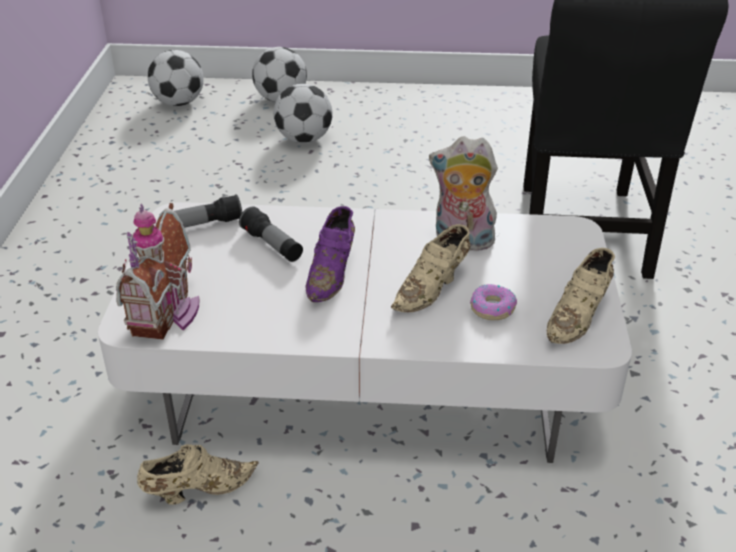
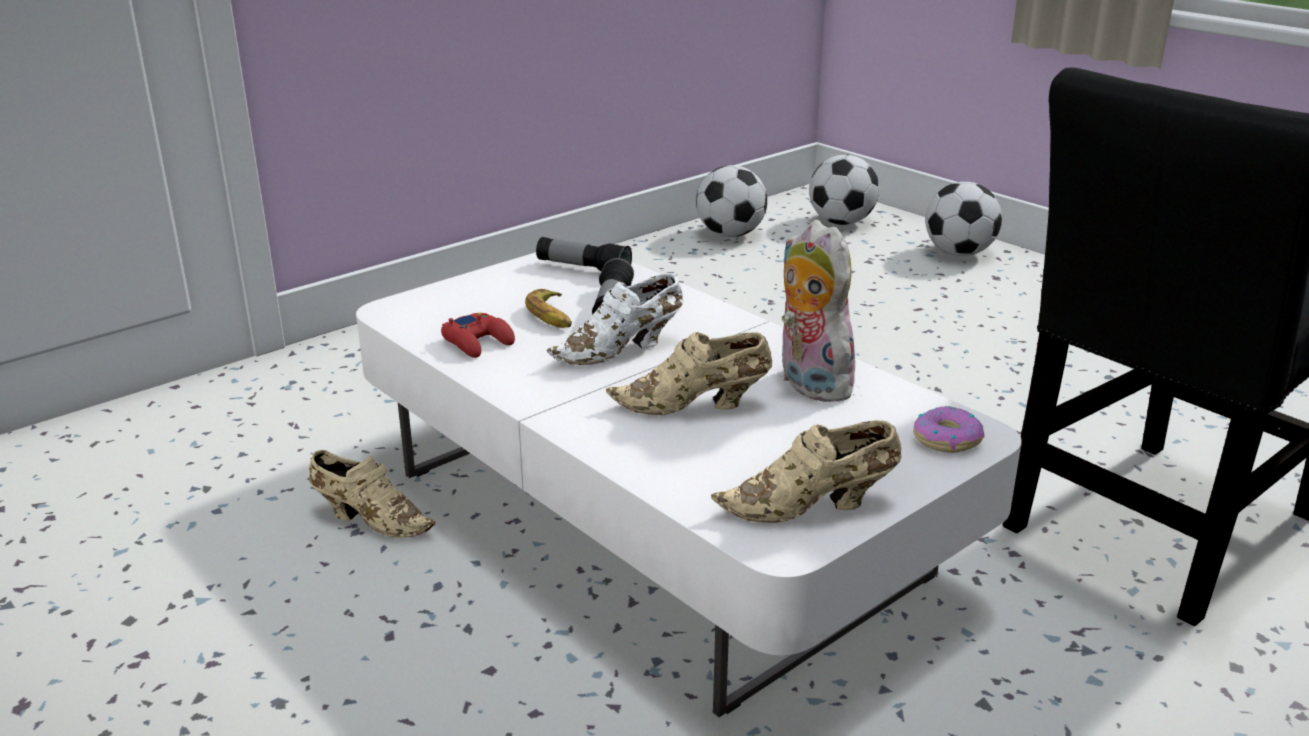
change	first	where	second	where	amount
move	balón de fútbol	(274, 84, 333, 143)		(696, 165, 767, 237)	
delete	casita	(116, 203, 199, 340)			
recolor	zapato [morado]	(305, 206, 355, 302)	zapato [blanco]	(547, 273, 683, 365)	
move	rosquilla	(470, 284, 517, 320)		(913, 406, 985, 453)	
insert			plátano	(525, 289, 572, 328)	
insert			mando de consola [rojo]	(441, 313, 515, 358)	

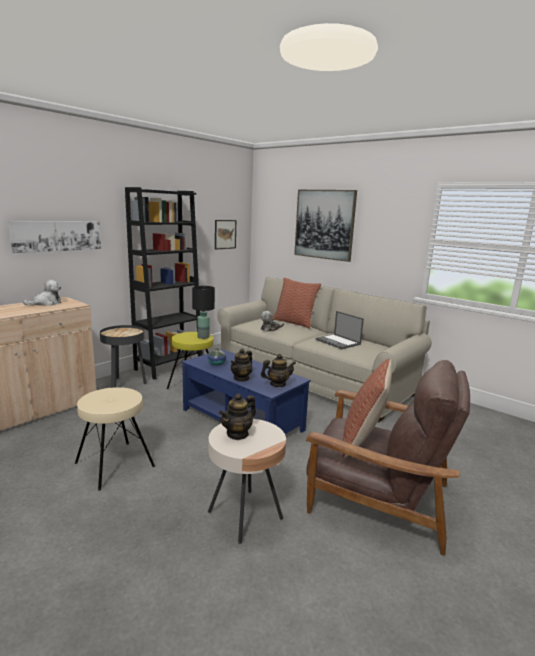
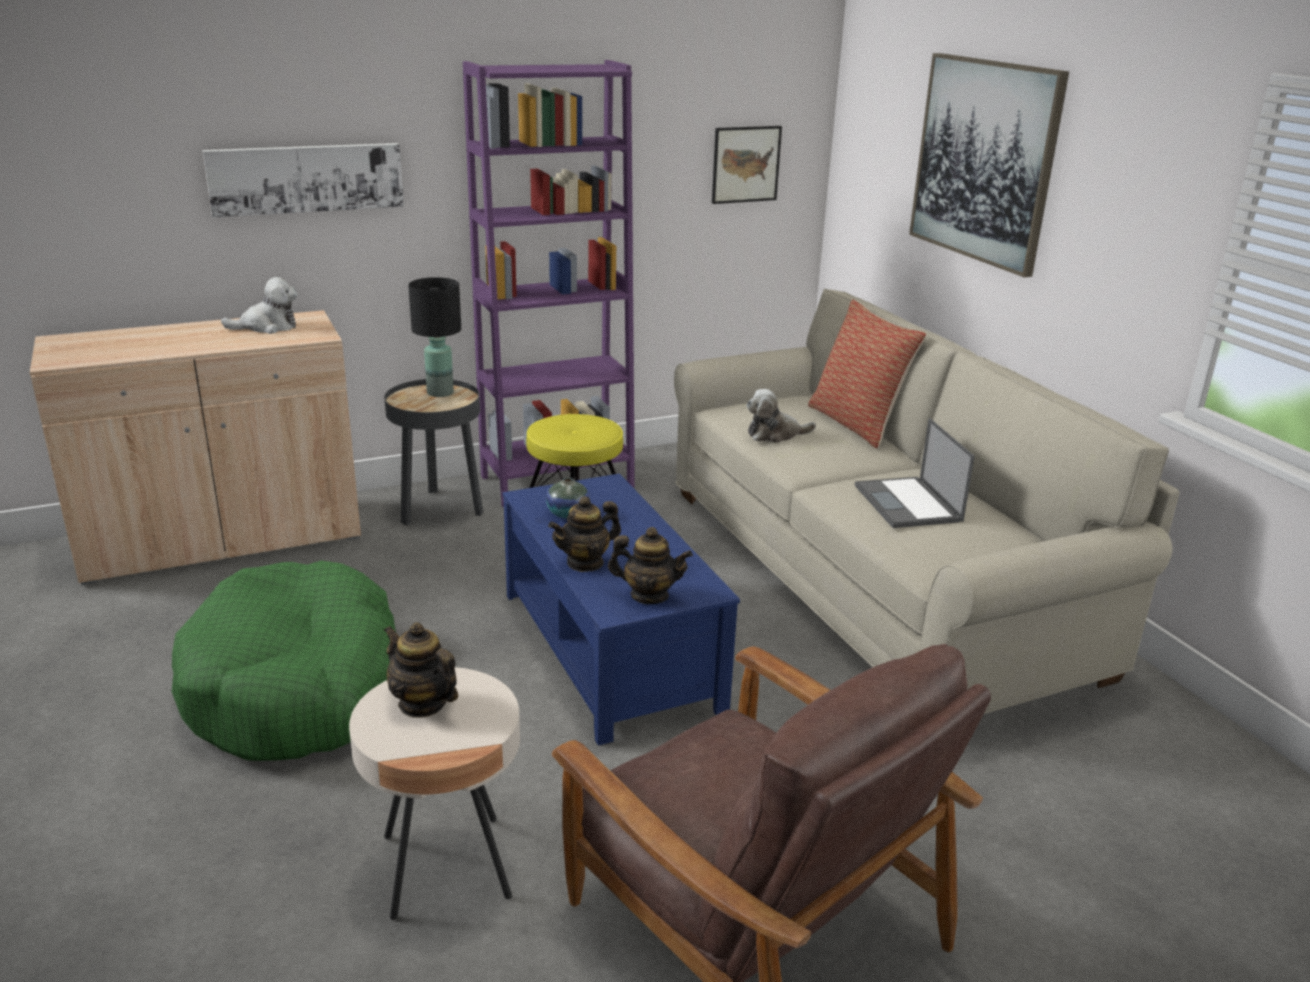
change	first	where	second	where	amount
recolor	estantería [negro]	(125, 187, 202, 380)	estantería [morado]	(463, 60, 635, 508)	
move	lámpara de mesa [negro]	(192, 286, 215, 339)		(408, 277, 461, 397)	
delete	cojín	(342, 358, 392, 458)			
replace	taburete [beis]	(75, 387, 155, 491)	cama para perro [verde]	(172, 561, 396, 761)	
rotate	tetera	(219, 393, 256, 440)		(384, 622, 458, 718)	60 degrees clockwise

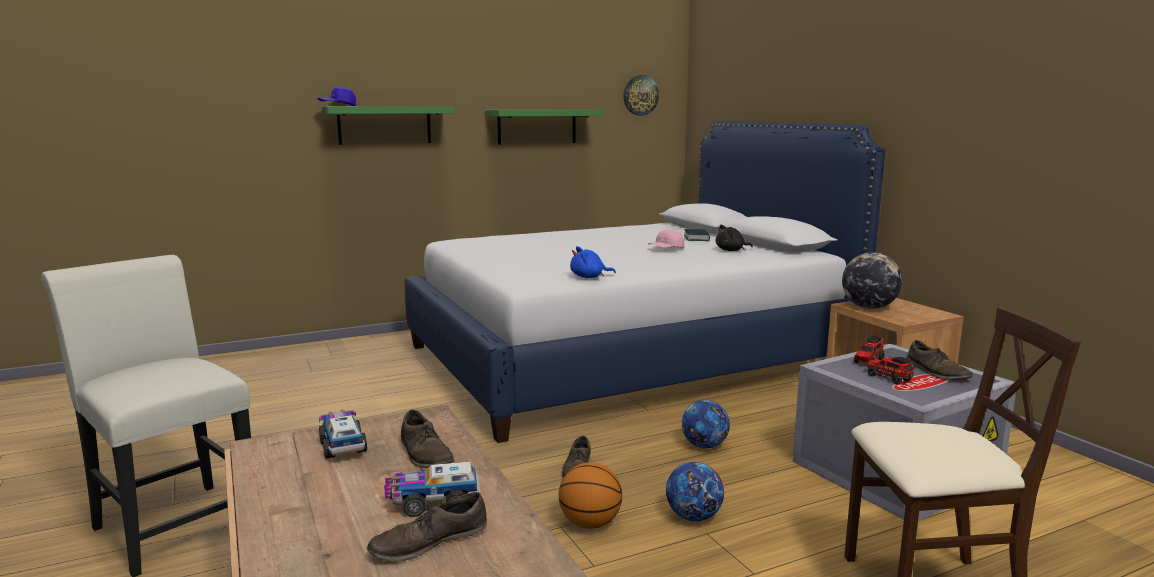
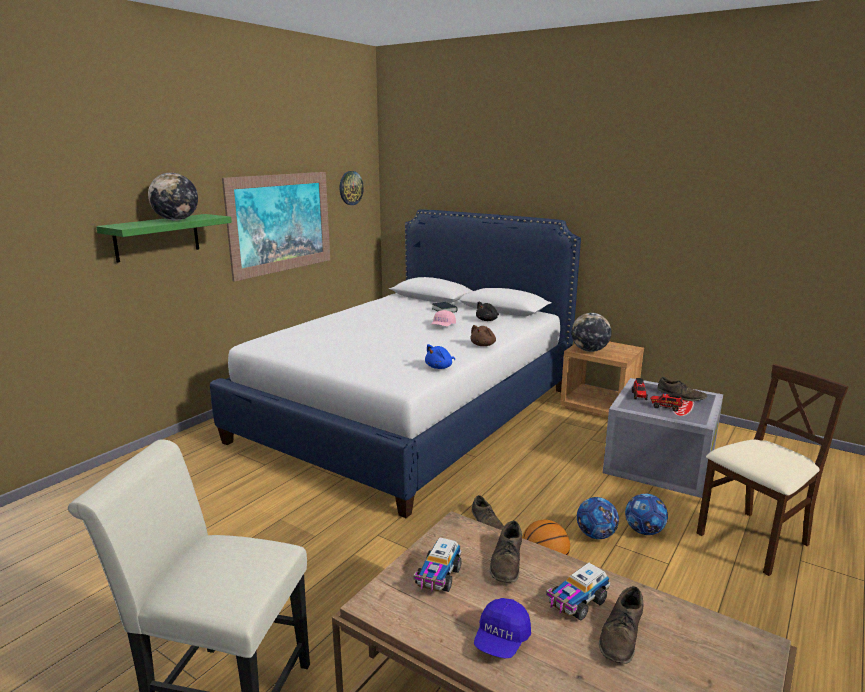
change	first	where	second	where	amount
move	gorra [azul]	(317, 87, 356, 106)		(474, 598, 531, 658)	
replace	estante [verde]	(485, 110, 604, 145)	cuadro	(222, 172, 330, 281)	
move	balón de fútbol	(682, 400, 730, 448)		(625, 493, 668, 535)	
rotate	zapato [marrón]	(401, 409, 454, 468)		(490, 521, 522, 583)	75 degrees clockwise
rotate	camión de juguete	(319, 410, 367, 459)		(414, 537, 462, 592)	105 degrees counterclockwise
insert			globo terráqueo	(148, 173, 198, 220)	
insert			peluche [marrón]	(470, 325, 496, 346)	

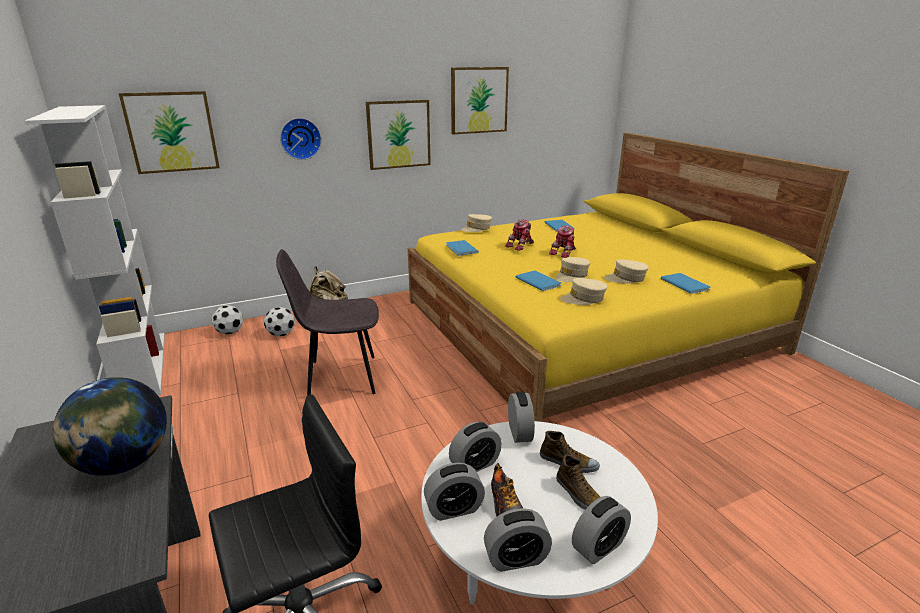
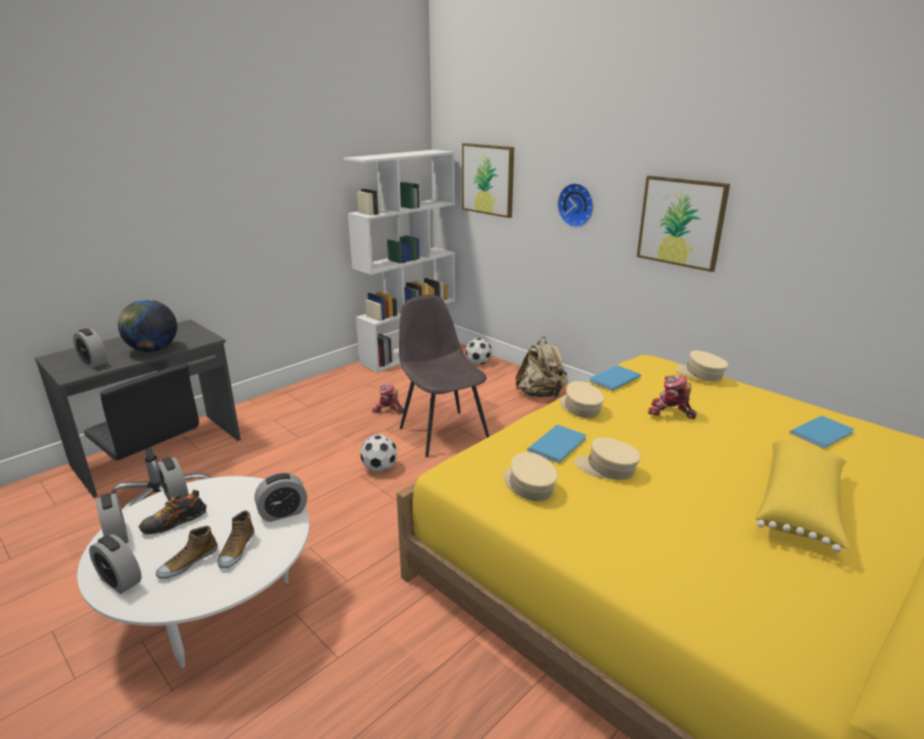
change	first	where	second	where	amount
delete	cuadro	(451, 67, 509, 134)			
move	robot de juguete	(549, 226, 576, 258)		(372, 385, 404, 414)	
move	gorra [beis]	(604, 259, 649, 284)		(560, 381, 604, 418)	
delete	libro [azul]	(661, 273, 710, 294)			
move	balón de fútbol	(264, 307, 295, 336)		(360, 435, 397, 472)	
move	despertador	(449, 422, 502, 472)		(73, 328, 107, 368)	
insert			cojín [amarillo]	(756, 440, 850, 552)	

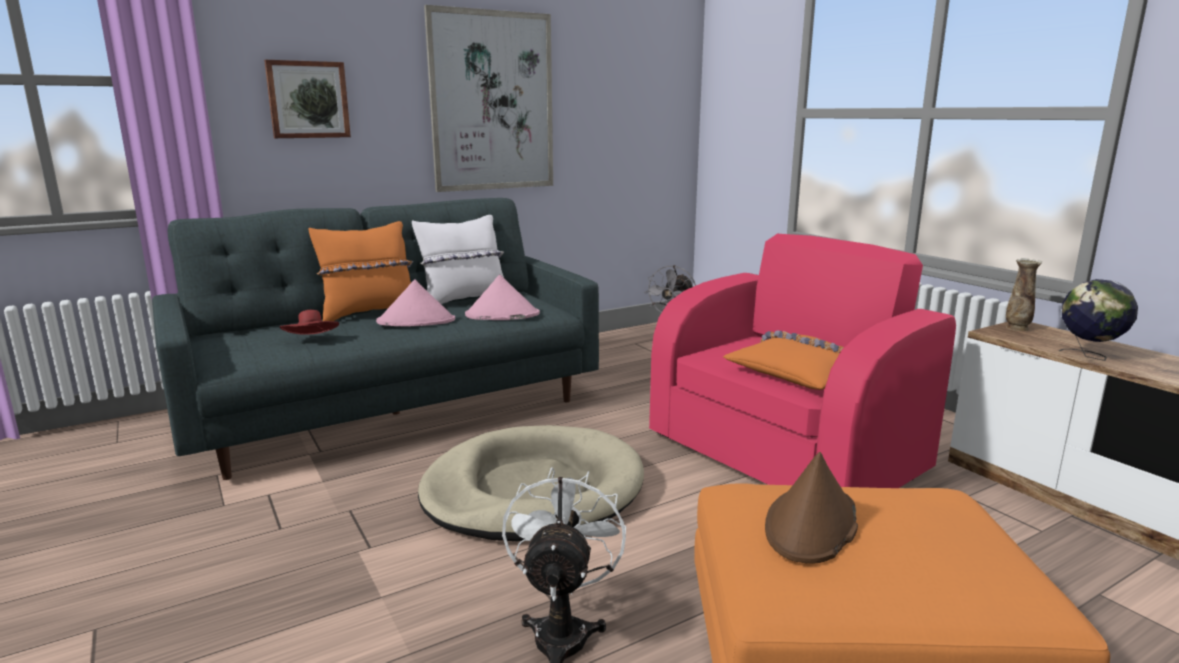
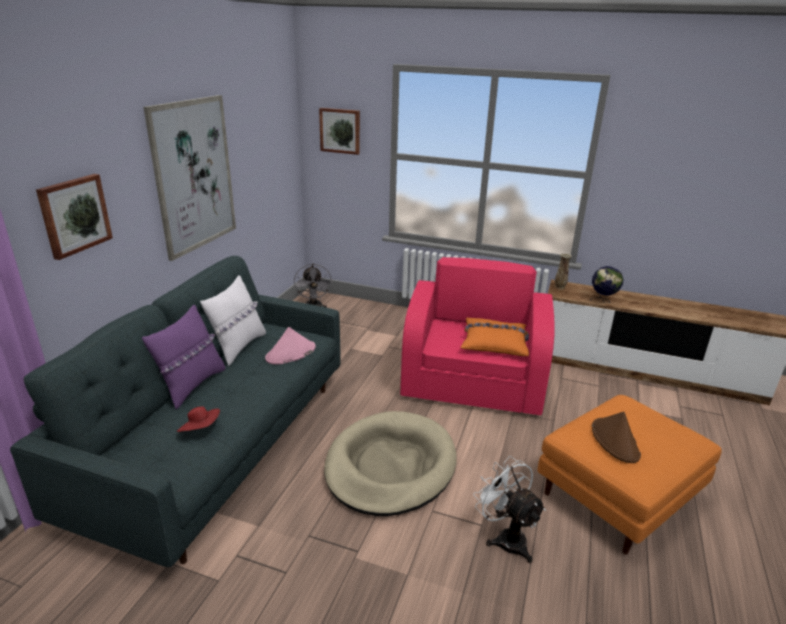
change	first	where	second	where	amount
recolor	cojín [naranja]	(308, 221, 413, 321)	cojín [morado]	(142, 305, 225, 409)	
delete	sombrero [rosa]	(376, 279, 455, 326)			
insert			cuadro	(319, 108, 360, 155)	

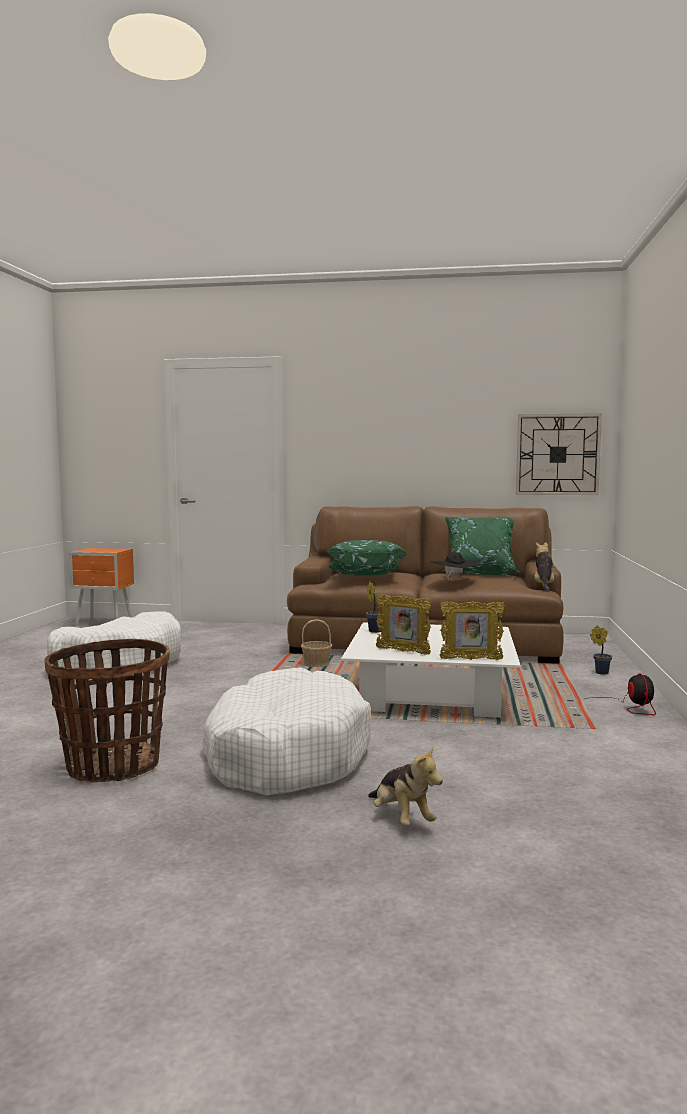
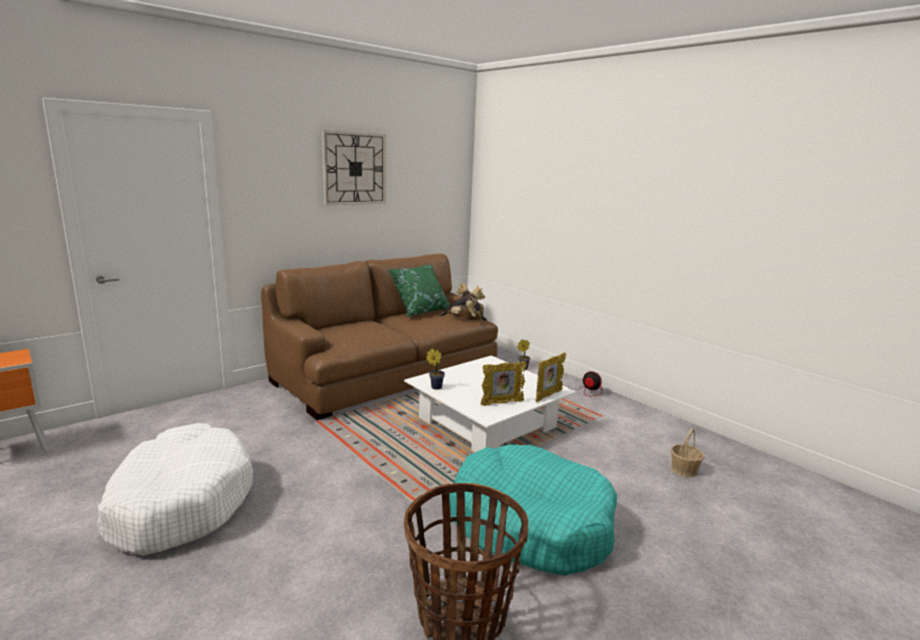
change	first	where	second	where	amount
move	reloj de pared	(516, 413, 602, 495)		(322, 130, 386, 205)	
delete	cojín [verde]	(327, 540, 408, 575)			
delete	sombrero [negro]	(430, 552, 479, 581)			
move	cesta	(301, 619, 332, 667)		(671, 428, 704, 477)	
recolor	cama para perro [blanco]	(202, 667, 371, 795)	cama para perro [turquesa]	(450, 444, 617, 576)	
move	peluche	(368, 747, 443, 826)		(440, 285, 485, 317)	

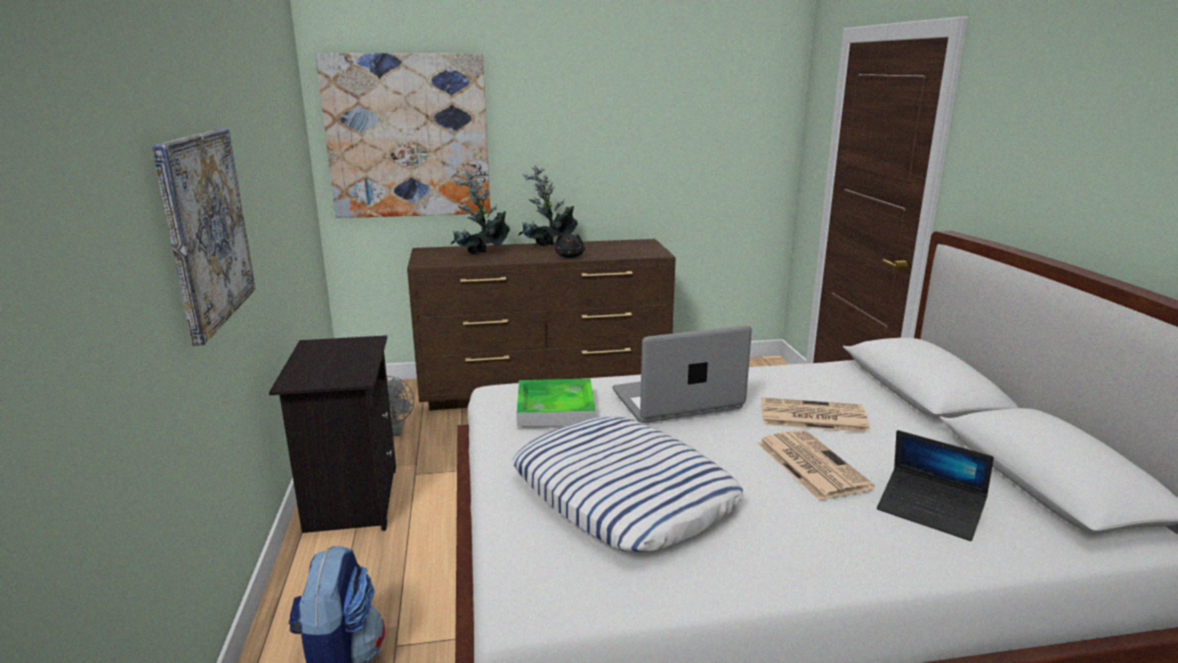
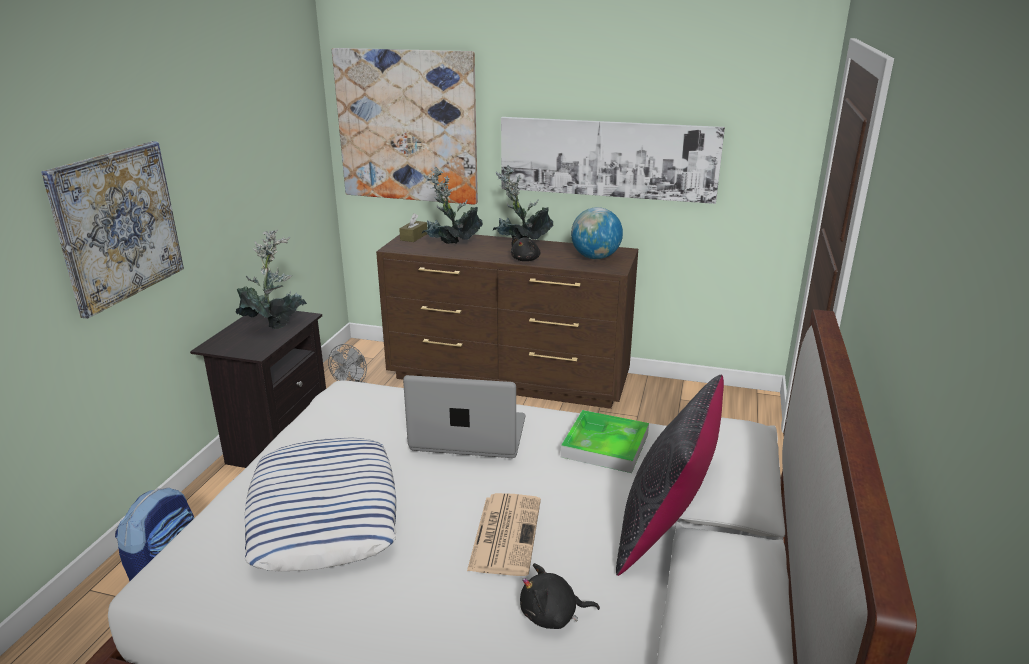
change	first	where	second	where	amount
move	bandeja	(517, 379, 595, 426)		(561, 410, 649, 473)	
delete	periódico	(761, 397, 870, 433)			
replace	portátil	(877, 430, 994, 541)	peluche [negro]	(520, 563, 600, 629)	
insert			cuadro	(501, 117, 725, 204)	
insert			globo terráqueo	(571, 207, 623, 259)	
insert			caja de pañuelos [marrón]	(399, 213, 427, 242)	
insert			planta en maceta	(236, 230, 307, 329)	
insert			cojín [negro]	(616, 375, 724, 576)	

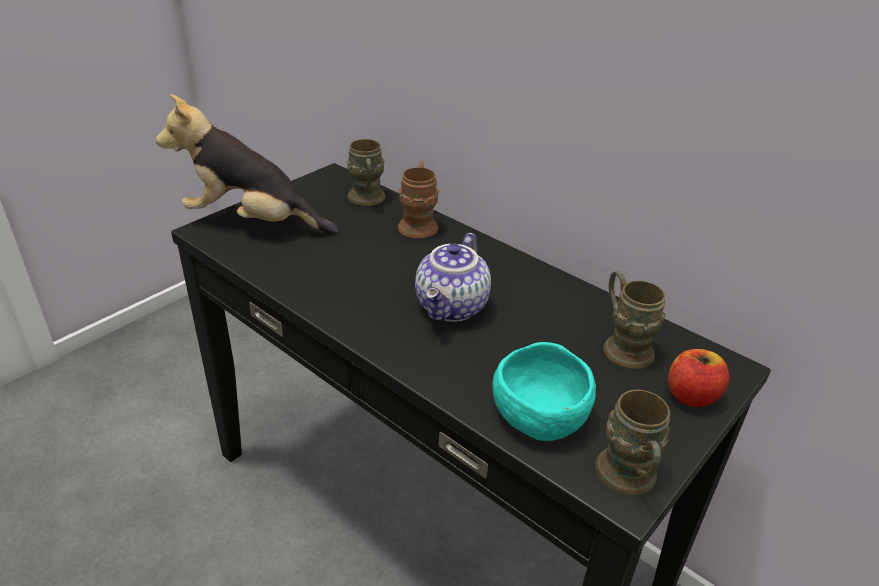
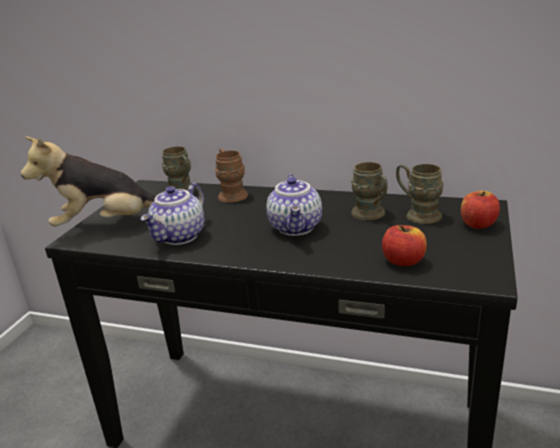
change	first	where	second	where	amount
replace	cuenco [turquesa]	(492, 342, 596, 441)	manzana	(382, 225, 427, 266)	
move	taza grande [marrón]	(595, 390, 670, 495)		(351, 162, 388, 220)	
insert			tetera	(141, 183, 204, 245)	

